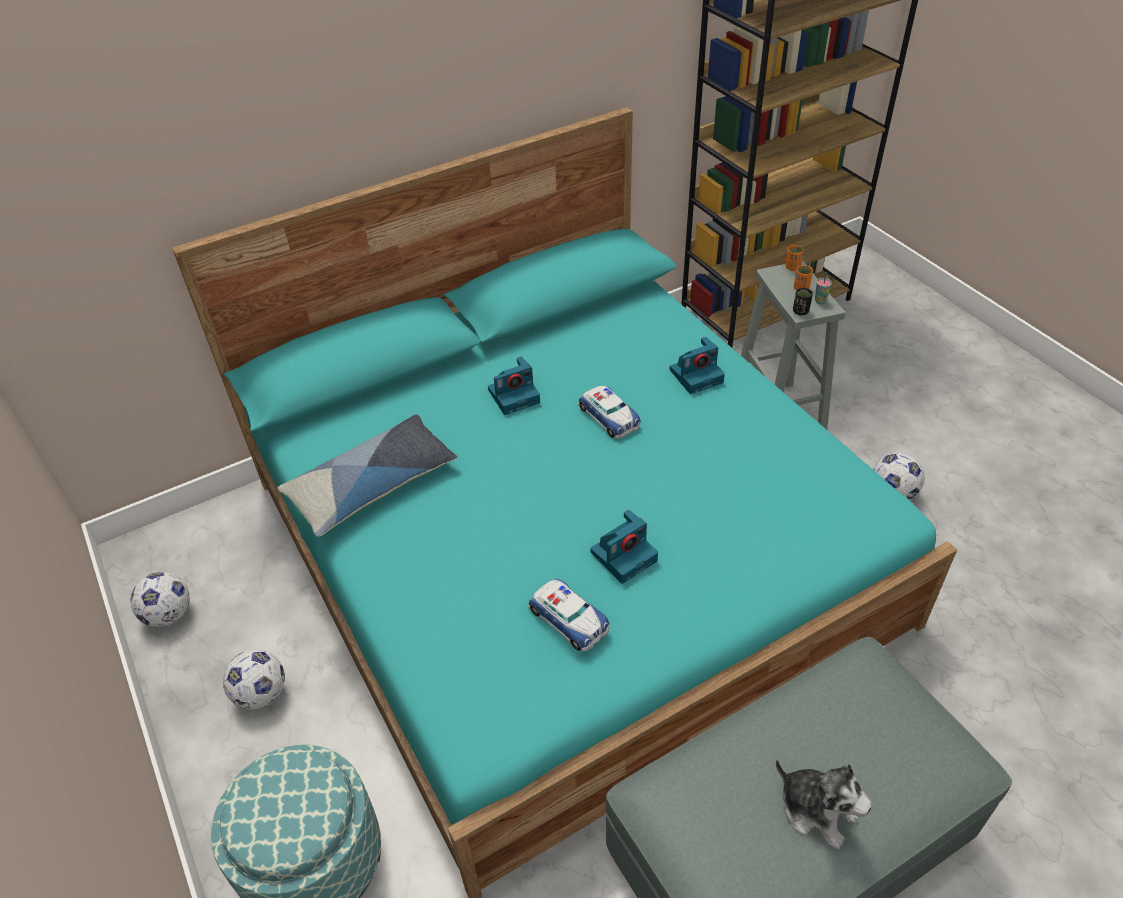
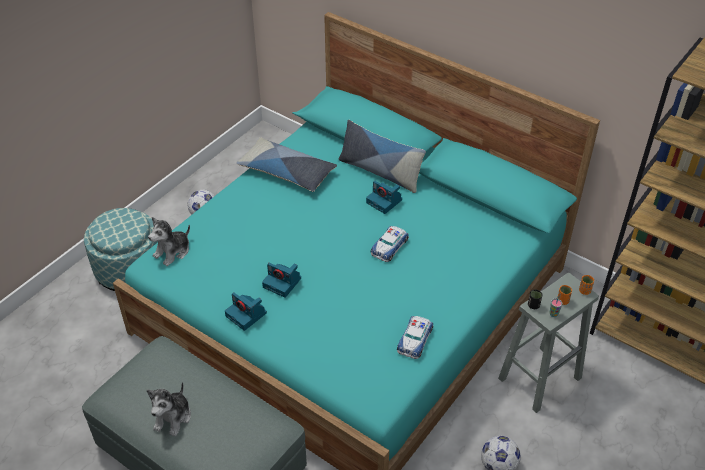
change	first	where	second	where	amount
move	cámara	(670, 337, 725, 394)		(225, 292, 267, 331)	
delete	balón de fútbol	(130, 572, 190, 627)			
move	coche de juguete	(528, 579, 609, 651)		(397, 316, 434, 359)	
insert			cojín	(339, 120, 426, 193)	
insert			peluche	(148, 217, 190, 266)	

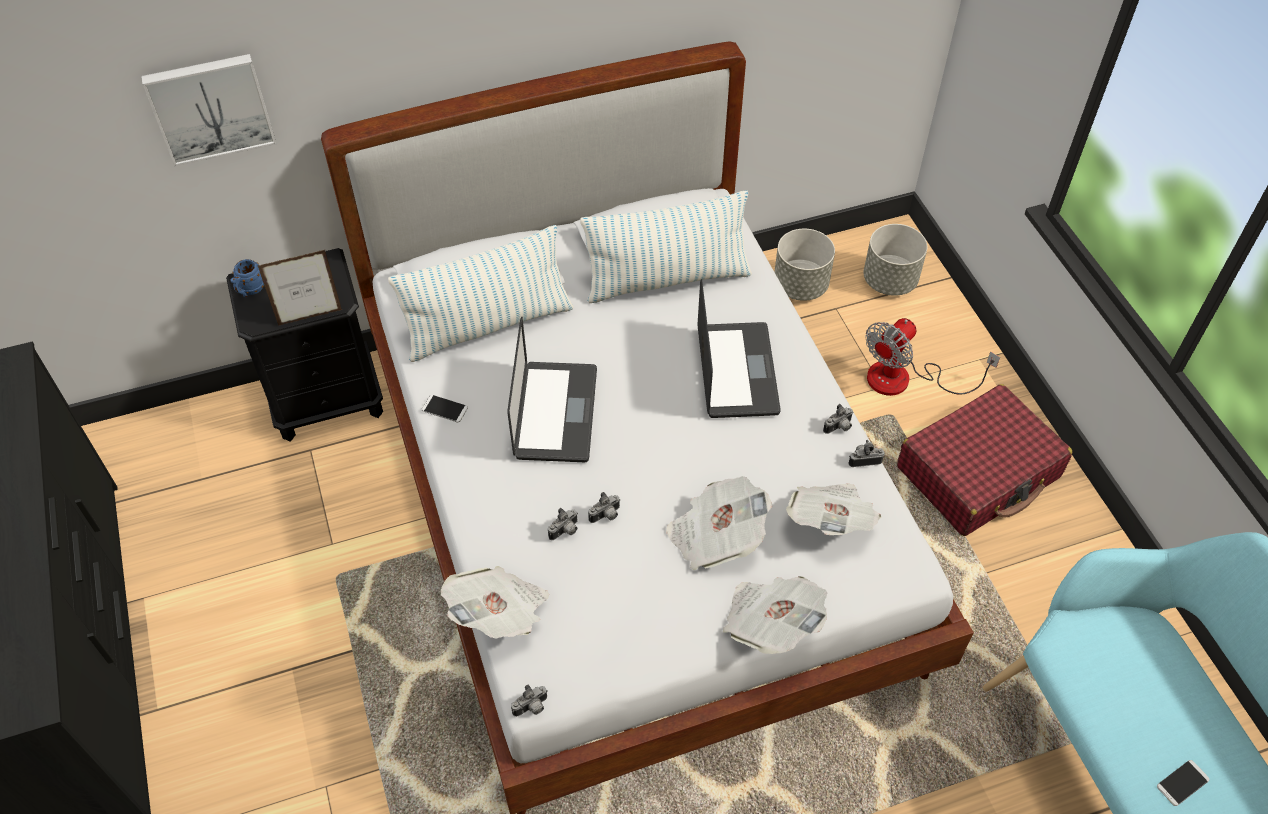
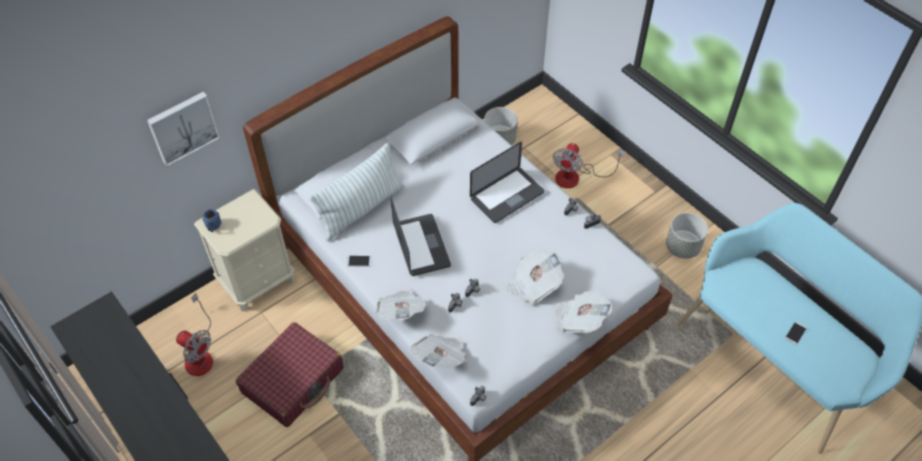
change	first	where	second	where	amount
delete	cojín	(580, 190, 752, 303)			
move	maceta [gris]	(863, 224, 927, 296)		(666, 213, 708, 259)	
recolor	mesita de noche [negro]	(226, 248, 383, 442)	mesita de noche [beis]	(194, 189, 295, 312)	
delete	portarretratos	(258, 250, 342, 326)			
rotate	portátil	(698, 279, 781, 418)		(470, 142, 544, 223)	75 degrees clockwise
move	maleta [rojo]	(897, 384, 1072, 536)		(236, 322, 344, 427)	
move	periódico	(786, 483, 882, 535)		(375, 288, 427, 321)	
insert			ventilador	(176, 293, 213, 376)	

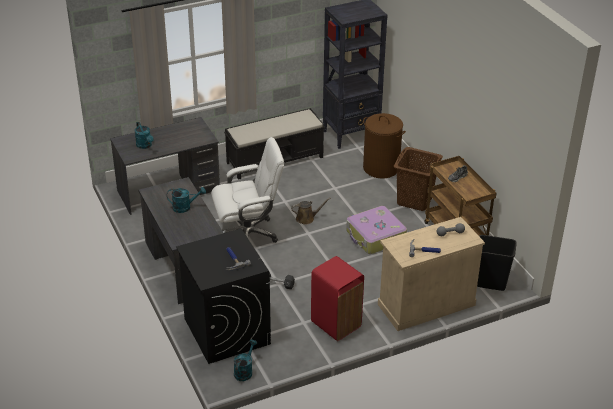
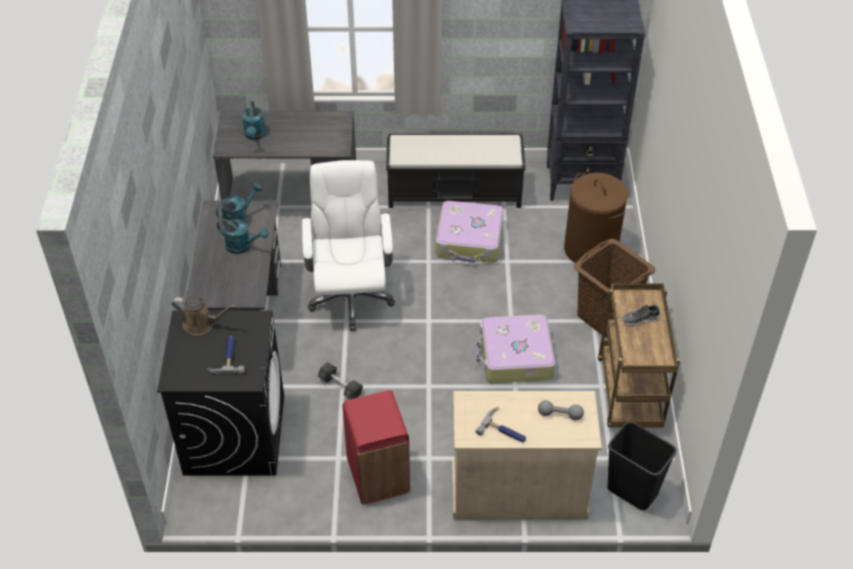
change	first	where	second	where	amount
rotate	silla de oficina [blanco]	(211, 137, 284, 243)		(302, 160, 395, 331)	105 degrees counterclockwise
move	regadera [marrón]	(291, 198, 331, 225)		(172, 296, 236, 335)	
move	regadera [turquesa]	(234, 340, 257, 381)		(216, 183, 262, 225)	
insert			maleta	(436, 201, 504, 263)	

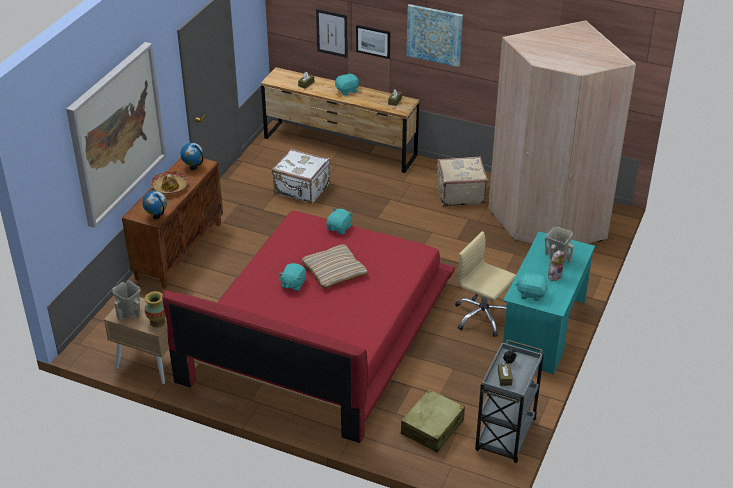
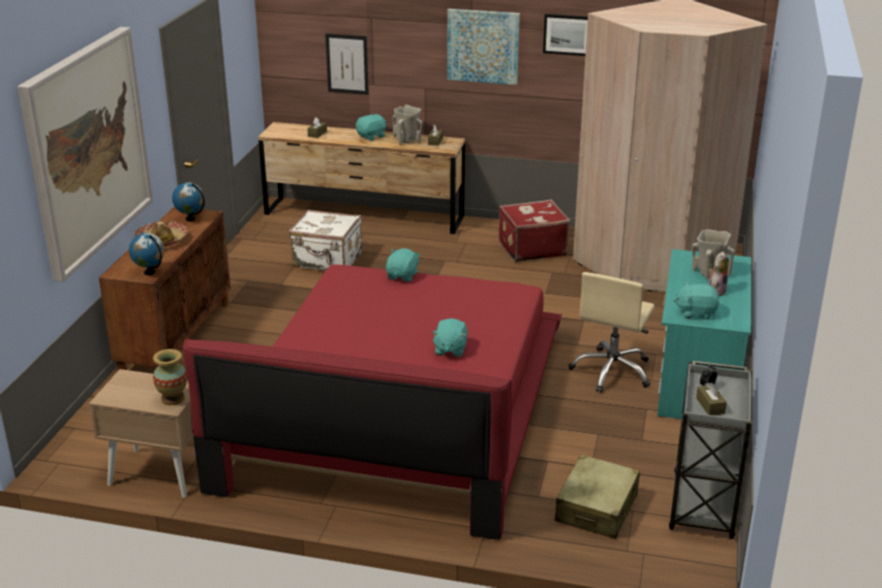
change	first	where	second	where	amount
move	cuadro	(356, 25, 390, 59)		(543, 14, 588, 56)	
recolor	maleta [beis]	(437, 156, 488, 207)	maleta [rojo]	(499, 199, 570, 262)	
rotate	silla de oficina [beis]	(455, 231, 516, 337)		(568, 272, 655, 393)	90 degrees counterclockwise
delete	cojín [beis]	(301, 245, 368, 290)			
move	peluche [turquesa]	(279, 263, 306, 291)		(432, 318, 468, 357)	
move	florero [beis]	(112, 280, 141, 320)		(392, 105, 423, 145)	

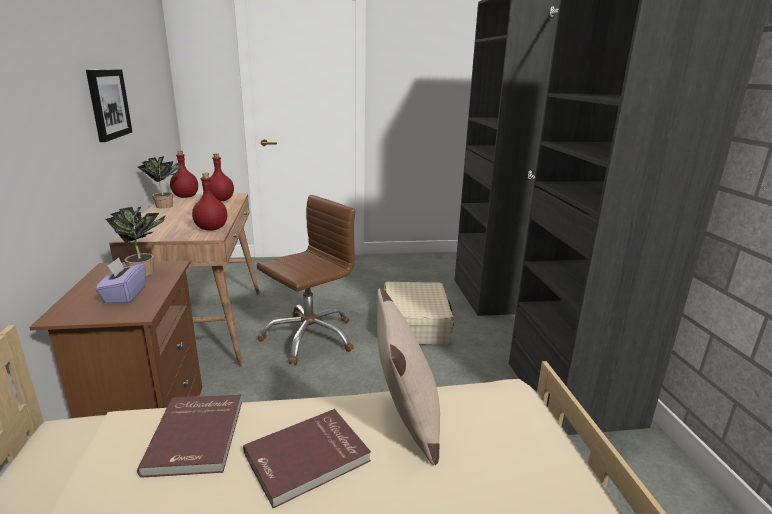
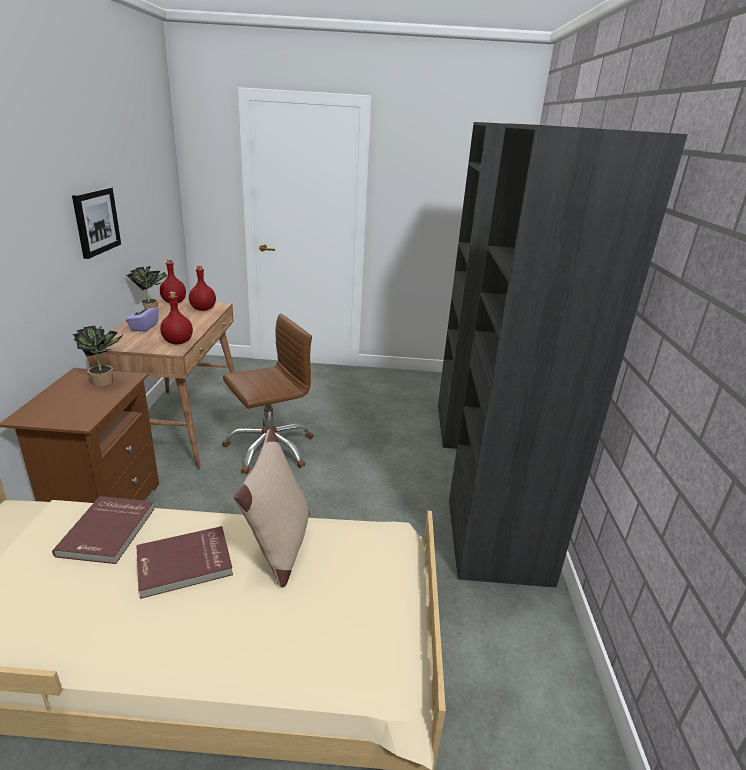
change	first	where	second	where	amount
move	caja de pañuelos [morado]	(95, 257, 146, 304)		(126, 302, 159, 332)	
delete	maleta [beis]	(384, 282, 454, 345)			

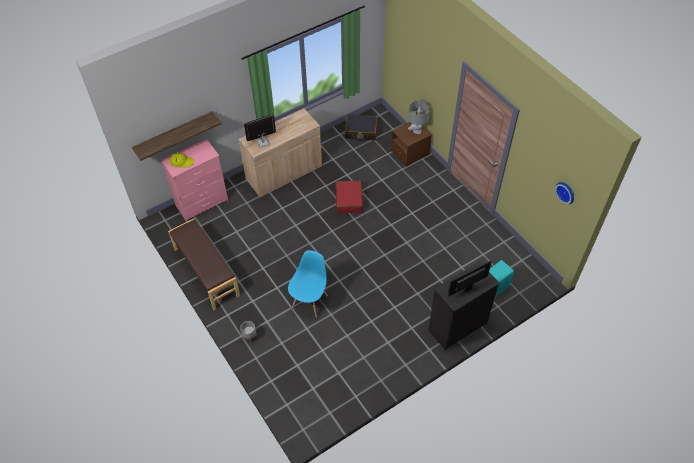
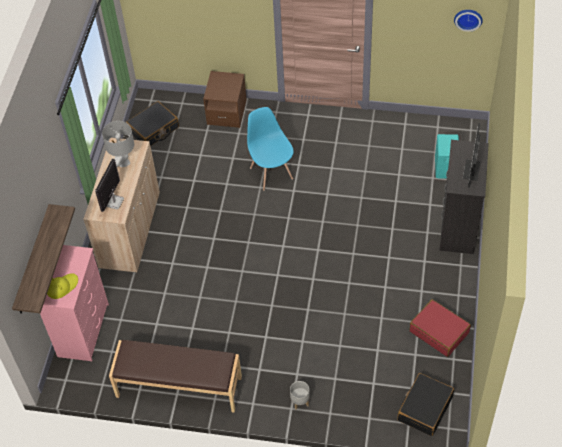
change	first	where	second	where	amount
move	lámpara de mesa [gris]	(408, 100, 430, 134)		(102, 121, 134, 167)	
move	maleta [rojo]	(336, 181, 364, 214)		(409, 299, 471, 357)	
move	silla [azul]	(288, 250, 328, 318)		(247, 107, 294, 191)	
insert			maleta [negro]	(397, 373, 454, 436)	

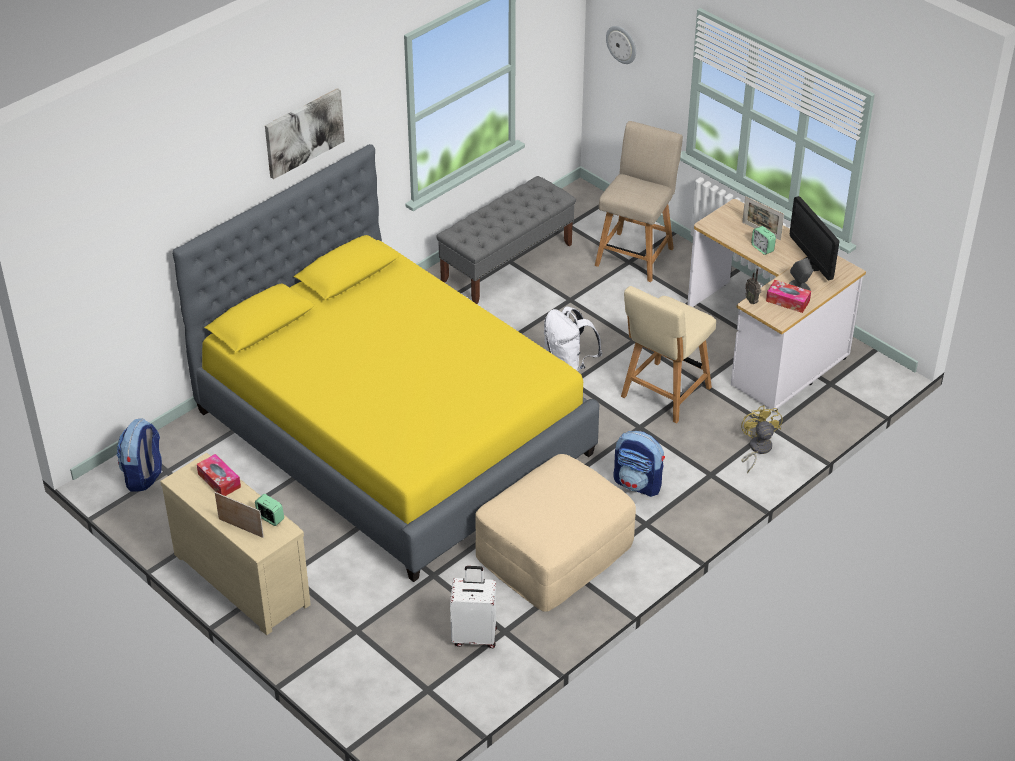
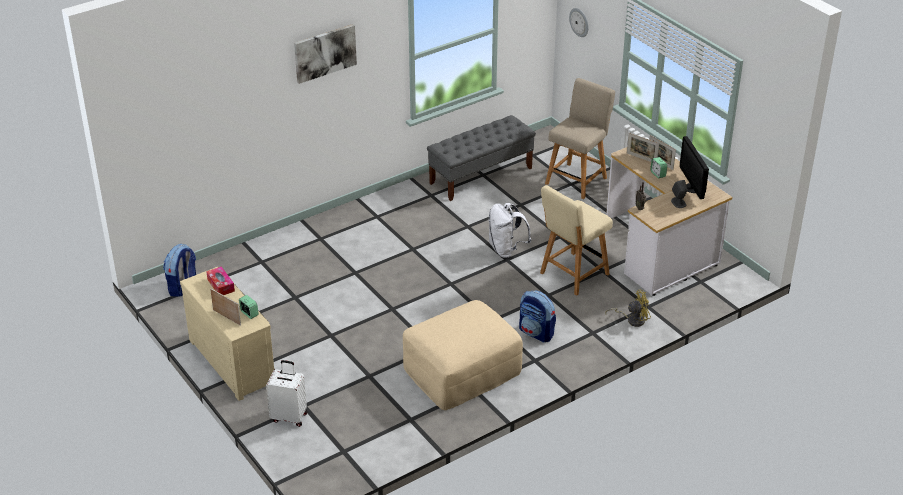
change	first	where	second	where	amount
delete	cama [amarillo]	(172, 144, 599, 582)			
delete	caja de pañuelos	(766, 280, 811, 313)			
rotate	ventilador [amarillo]	(741, 405, 783, 473)		(605, 290, 651, 327)	75 degrees clockwise
move	maleta [blanco]	(450, 566, 497, 648)		(266, 360, 307, 427)	
insert			portarretratos	(627, 133, 659, 162)	

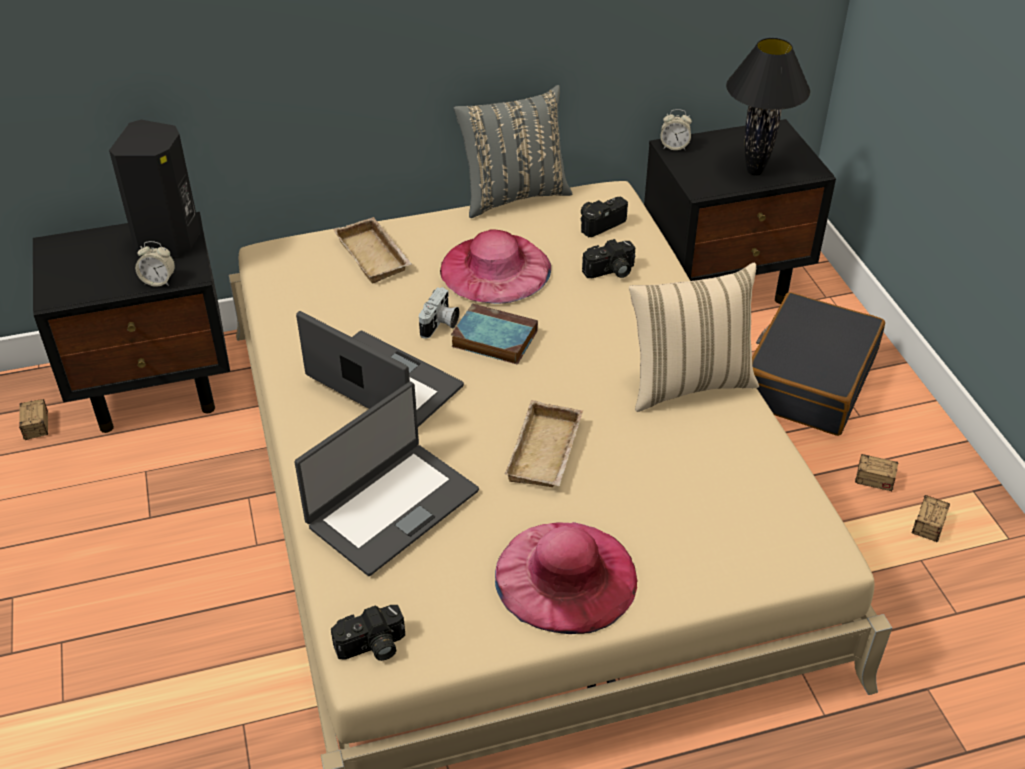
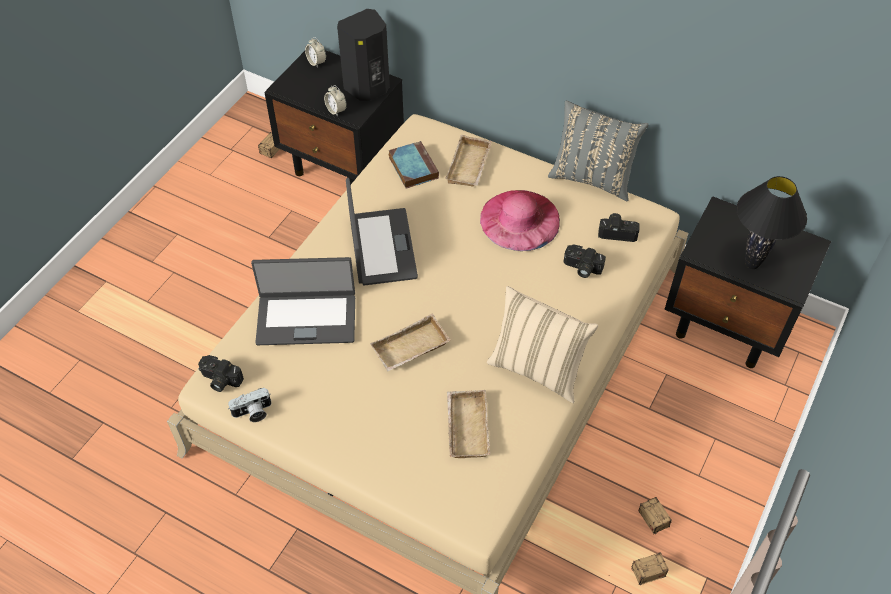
change	first	where	second	where	amount
move	despertador	(660, 109, 692, 150)		(305, 37, 326, 68)	
move	cámara	(419, 287, 460, 339)		(228, 388, 271, 422)	
delete	maleta [negro]	(752, 292, 885, 436)			
move	libro	(451, 303, 538, 365)		(389, 141, 439, 189)	
delete	sombrero [rosa]	(495, 522, 638, 634)			
insert			bandeja [beis]	(447, 390, 490, 458)	

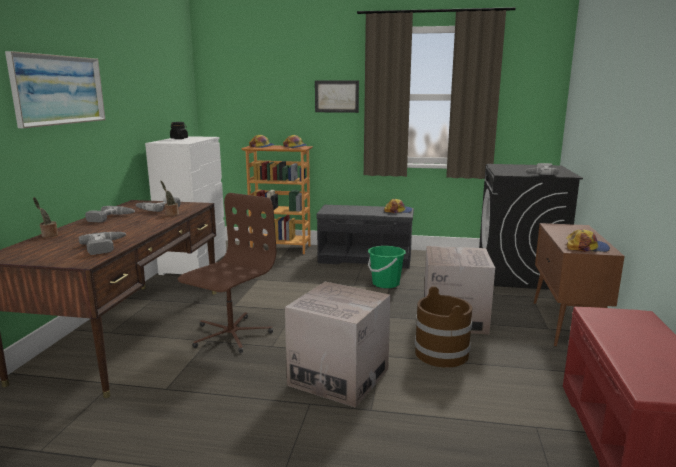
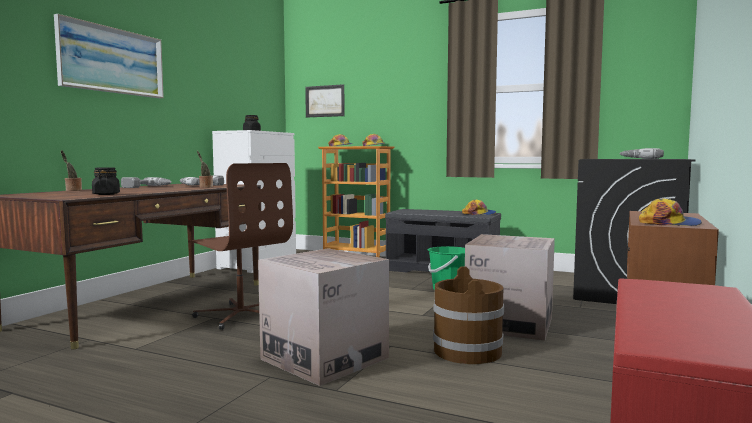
change	first	where	second	where	amount
move	cuadro	(315, 80, 359, 113)		(305, 84, 345, 118)	
rotate	silla de oficina [marrón]	(178, 193, 276, 353)		(188, 163, 293, 330)	90 degrees clockwise
replace	taladro	(79, 232, 126, 255)	tarro [negro]	(92, 167, 120, 195)	

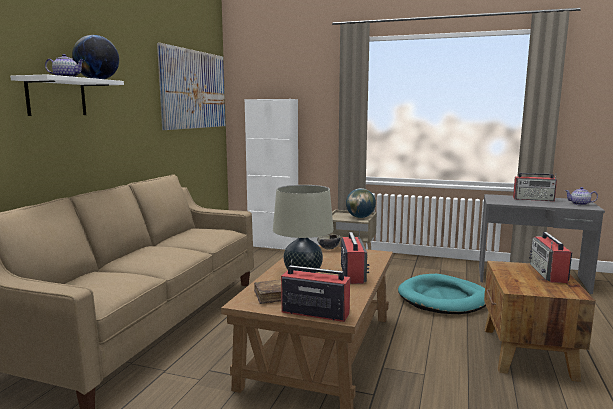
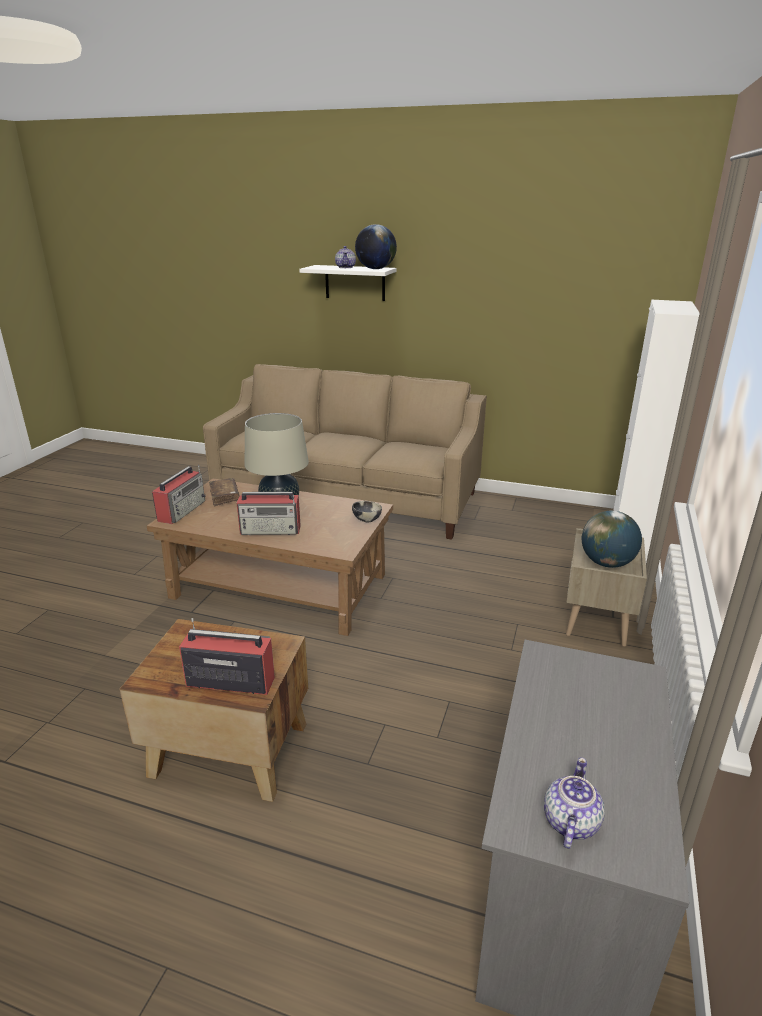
change	first	where	second	where	amount
delete	cuadro	(157, 43, 225, 130)			
delete	radio	(513, 173, 557, 201)			
delete	cama para perro [turquesa]	(398, 274, 486, 314)			

